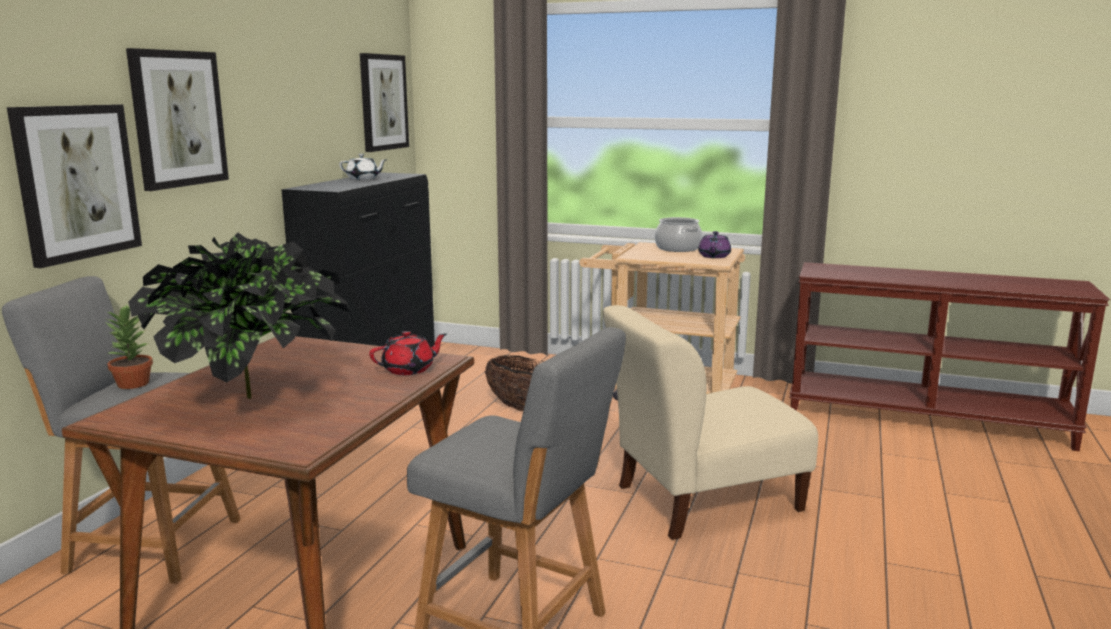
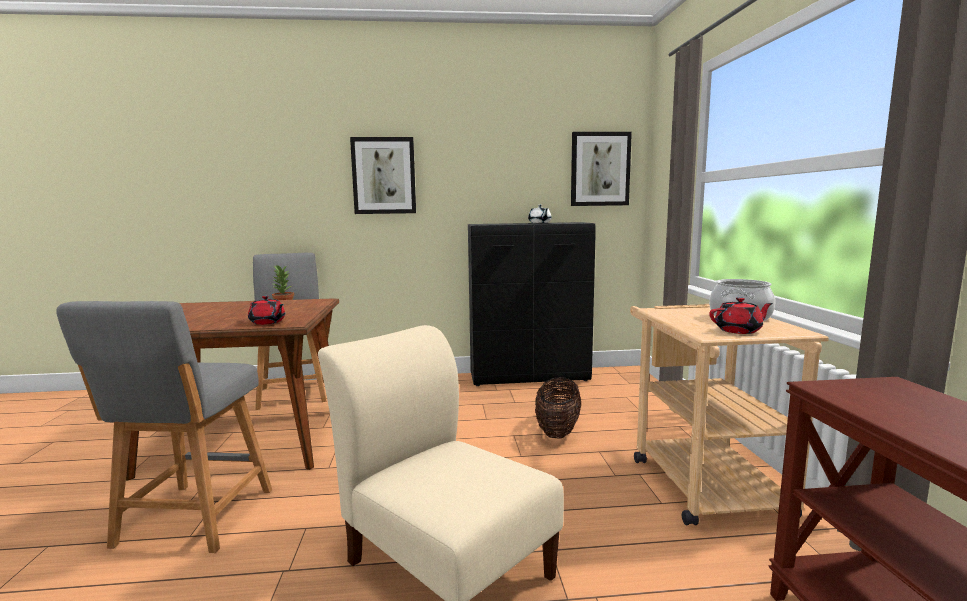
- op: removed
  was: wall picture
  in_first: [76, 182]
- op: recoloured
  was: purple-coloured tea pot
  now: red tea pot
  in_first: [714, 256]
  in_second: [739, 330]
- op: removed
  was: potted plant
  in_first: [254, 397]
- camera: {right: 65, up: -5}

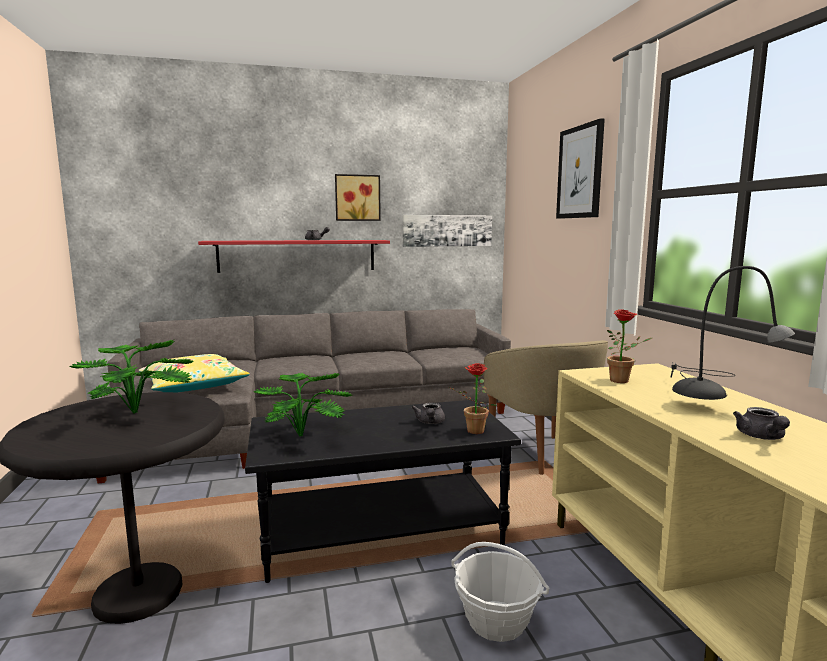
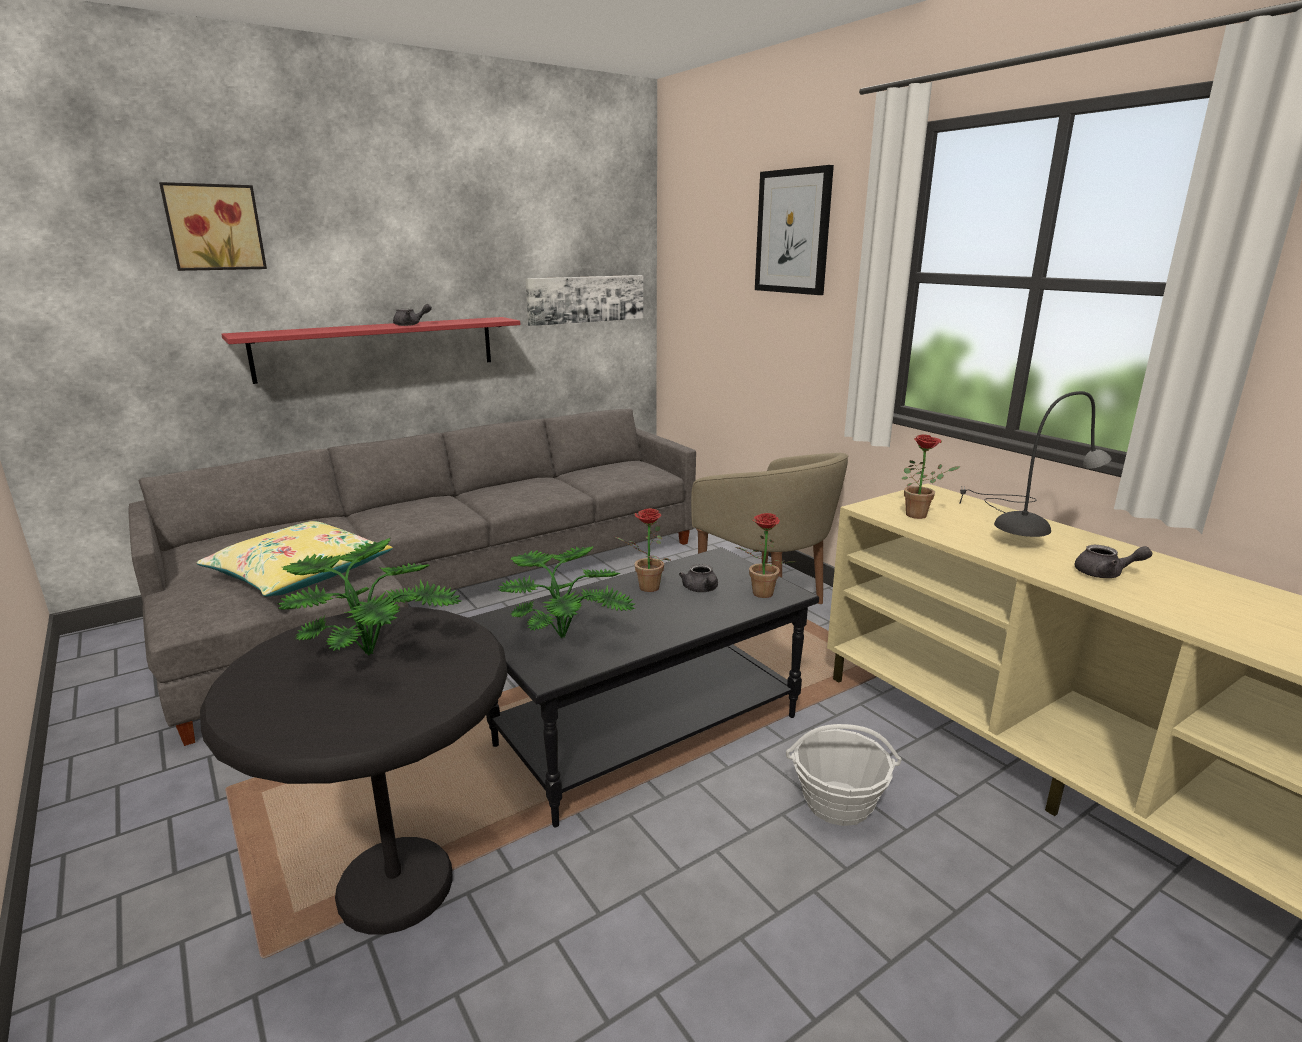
- op: moved
  was: wall picture
  in_first: [357, 198]
  in_second: [214, 227]
- op: turned
  was: greyish tea pot
  in_first: [761, 437]
  in_second: [1105, 574]
  clockwise: -60
- op: added
  now: potted plant
  in_second: [644, 588]
- camera: {right: -20, up: 10}

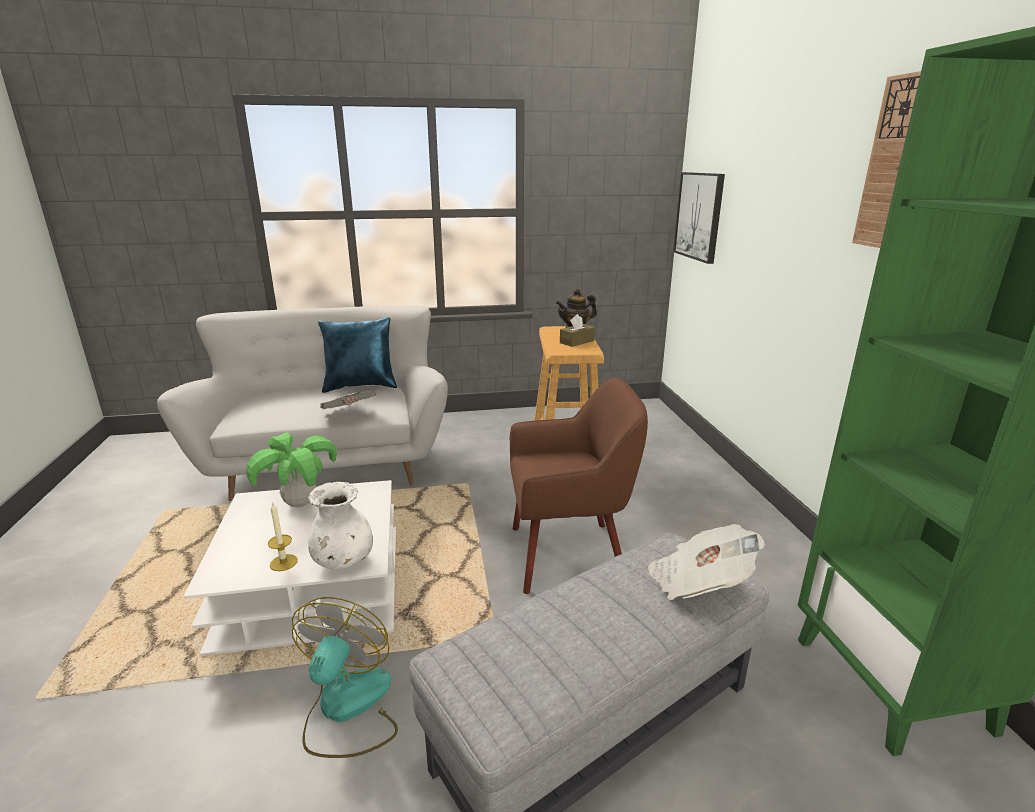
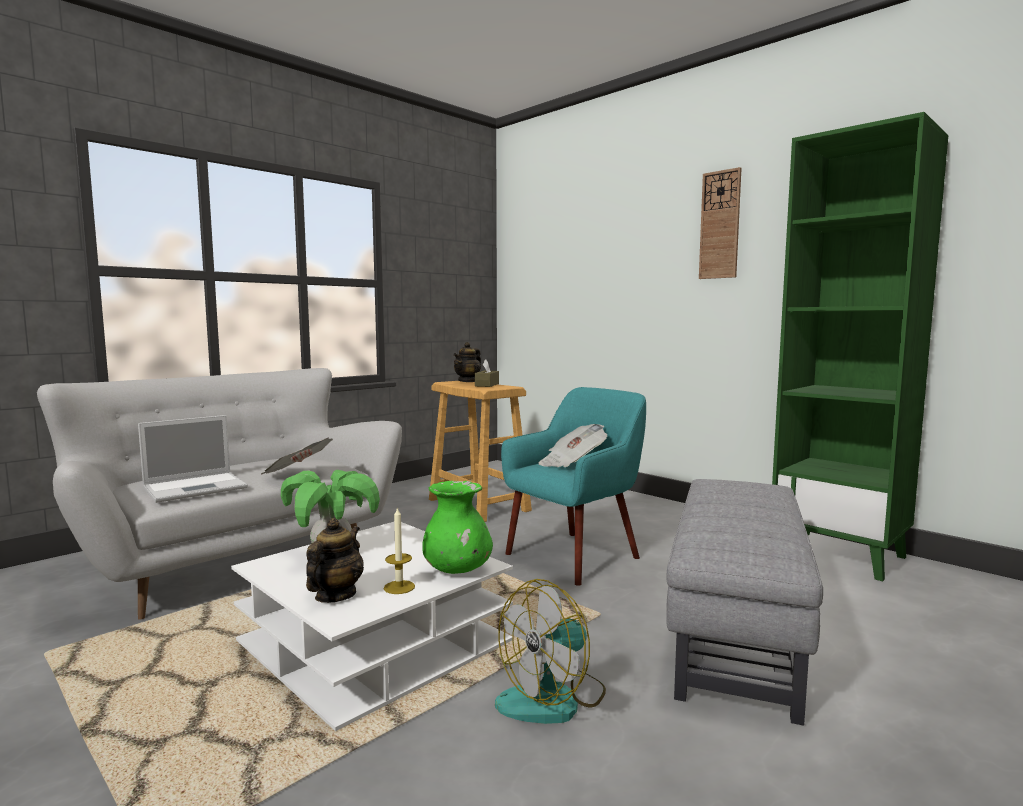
- op: removed
  was: wall picture
  in_first: [699, 216]
- op: removed
  was: bluish pillow
  in_first: [361, 386]
- op: recoloured
  was: brownish armchair
  now: turquoise armchair
  in_first: [568, 554]
  in_second: [574, 556]
- op: recoloured
  was: white-coloured vase
  now: green vase
  in_first: [343, 561]
  in_second: [458, 570]
- op: moved
  was: daily paper
  in_first: [699, 582]
  in_second: [572, 463]
- op: turned
  was: fan
  in_first: [347, 709]
  in_second: [553, 698]
  clockwise: -105
- op: added
  now: portable computer
  in_second: [197, 487]
- op: added
  now: tea pot
  in_second: [335, 595]
- camera: {right: -35, up: -15}

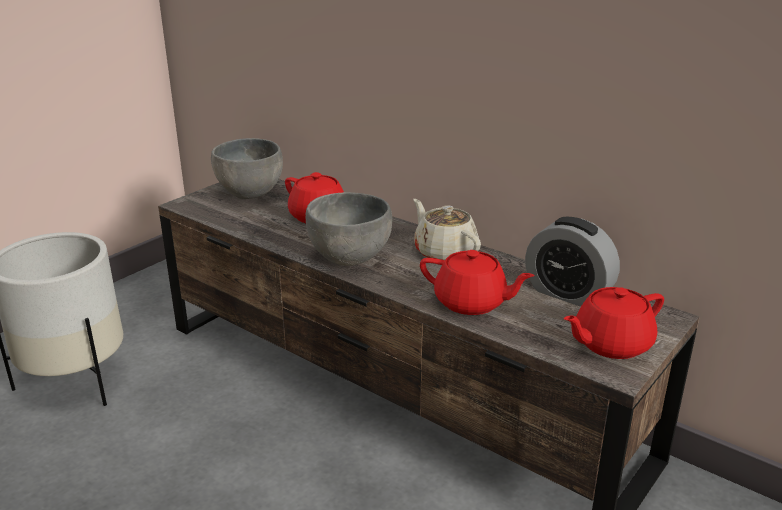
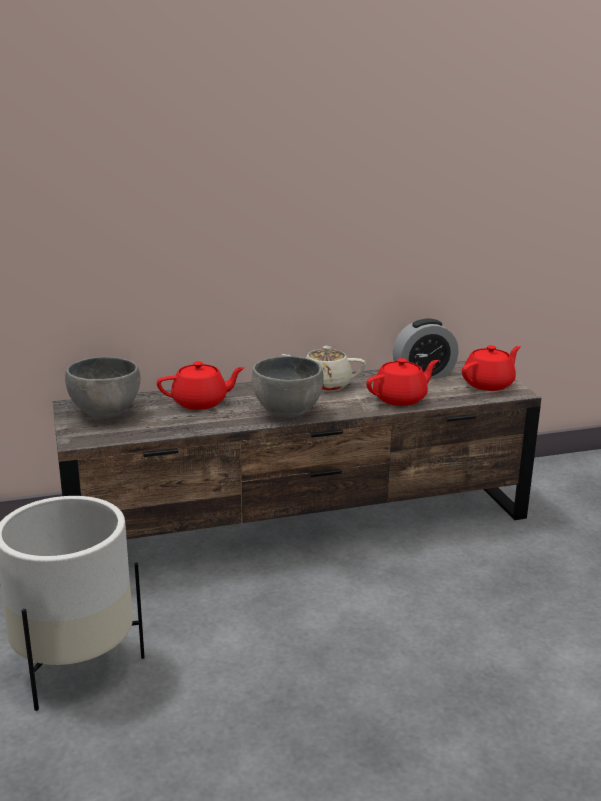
- op: turned
  was: red tea pot
  in_first: [610, 344]
  in_second: [489, 384]
  clockwise: -135
- camera: {right: -55, up: -5}

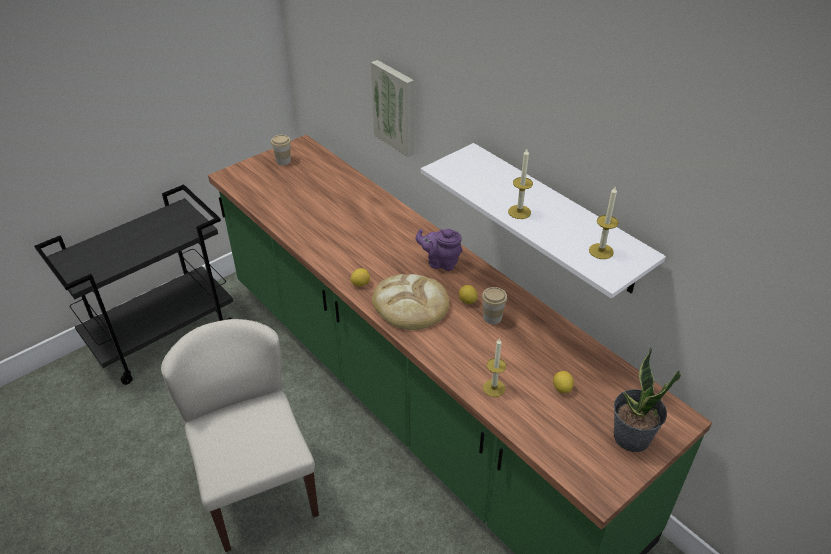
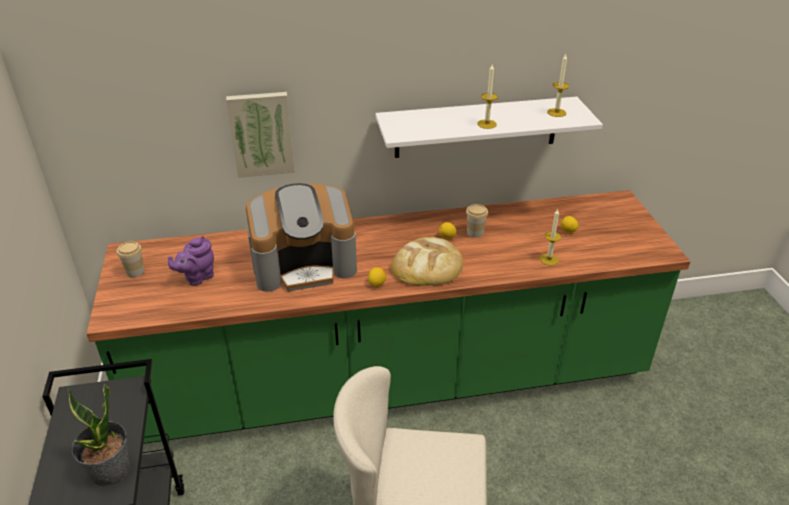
- op: moved
  was: purple-coloured tea pot
  in_first: [440, 262]
  in_second: [197, 277]
- op: moved
  was: potted plant
  in_first: [631, 437]
  in_second: [111, 471]
- op: added
  now: coffee brewer
  in_second: [304, 264]
- camera: {right: -60, up: -5}

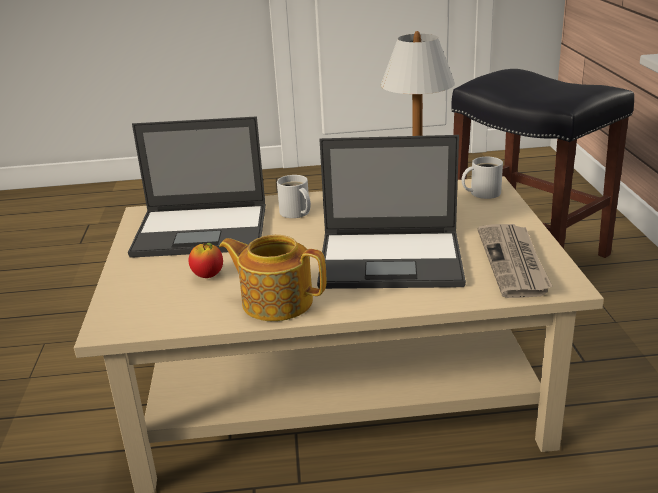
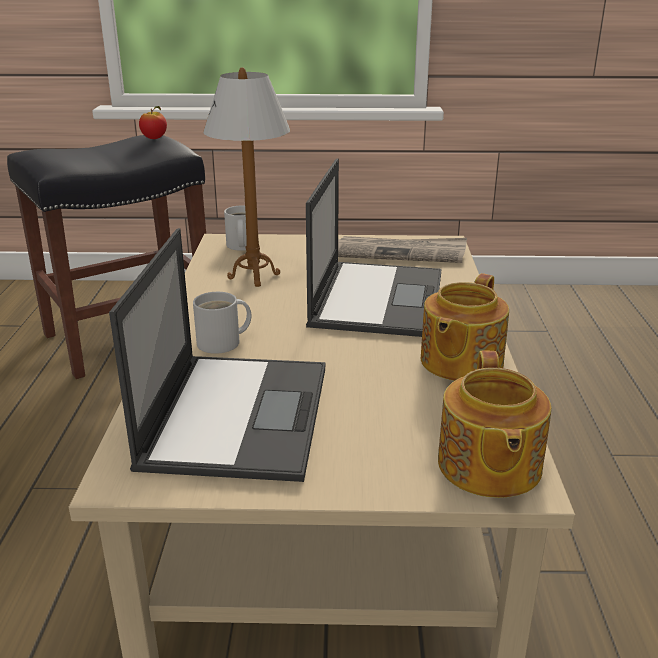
- op: moved
  was: whole apple
  in_first: [208, 276]
  in_second: [154, 139]
- op: added
  now: tea pot
  in_second: [488, 466]
- camera: {right: -85, up: 0}

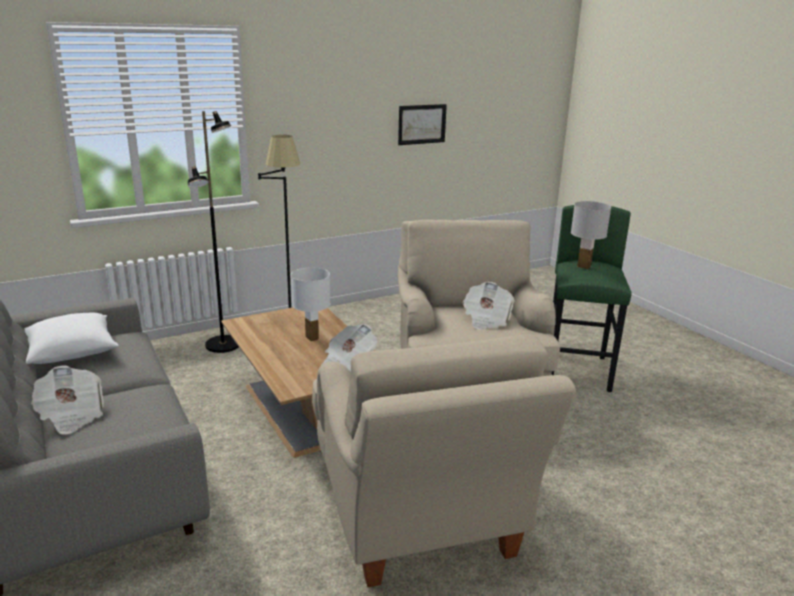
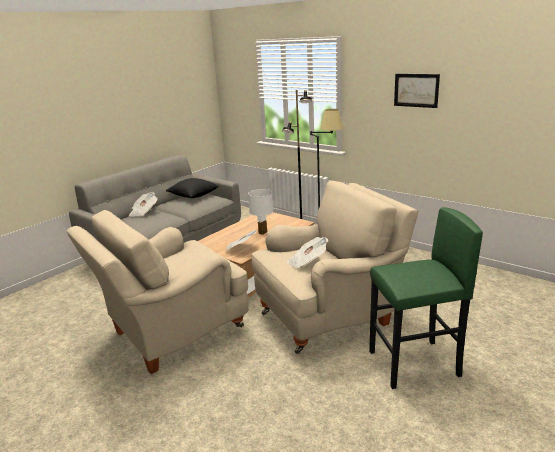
- op: moved
  was: wall picture
  in_first: [422, 124]
  in_second: [416, 90]
- op: removed
  was: white-coloured table lamp
  in_first: [584, 267]
- op: recoloured
  was: white-coloured pillow
  now: black pillow
  in_first: [73, 353]
  in_second: [193, 196]
- camera: {right: 70, up: 0}

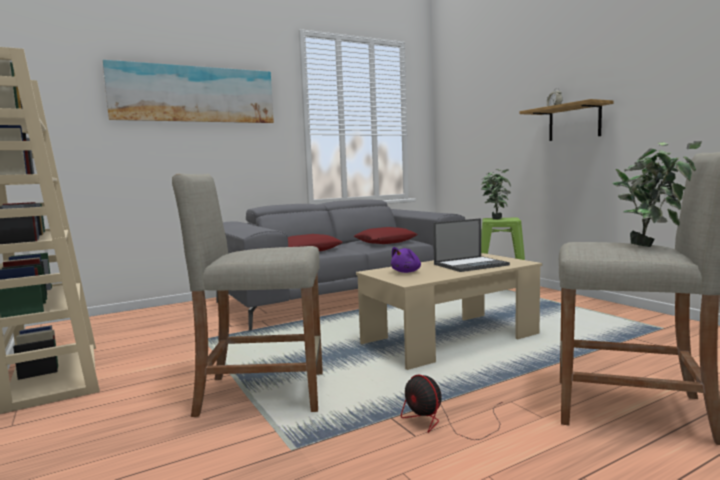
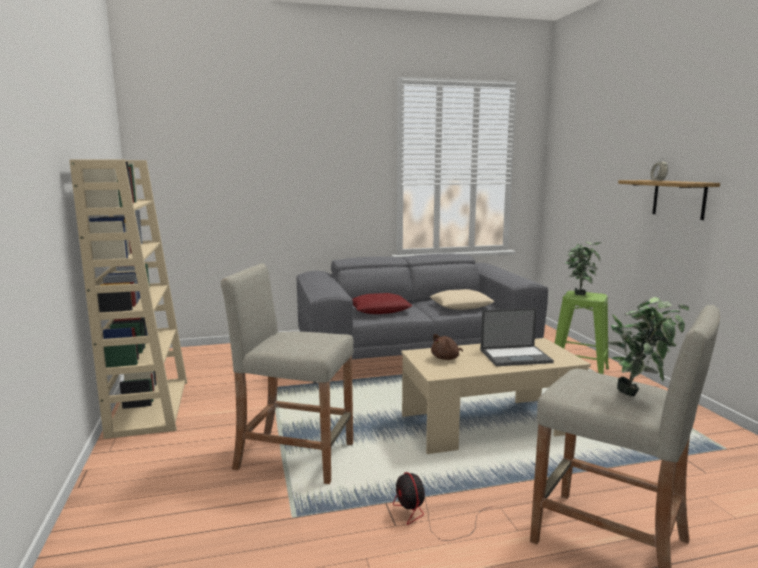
- op: removed
  was: wall picture
  in_first: [194, 94]
- op: recoloured
  was: red pillow
  now: beige pillow
  in_first: [385, 241]
  in_second: [461, 305]
- op: recoloured
  was: purple-coloured cuddly toy
  now: brownish cuddly toy
  in_first: [407, 272]
  in_second: [446, 358]
- camera: {right: 15, up: 5}

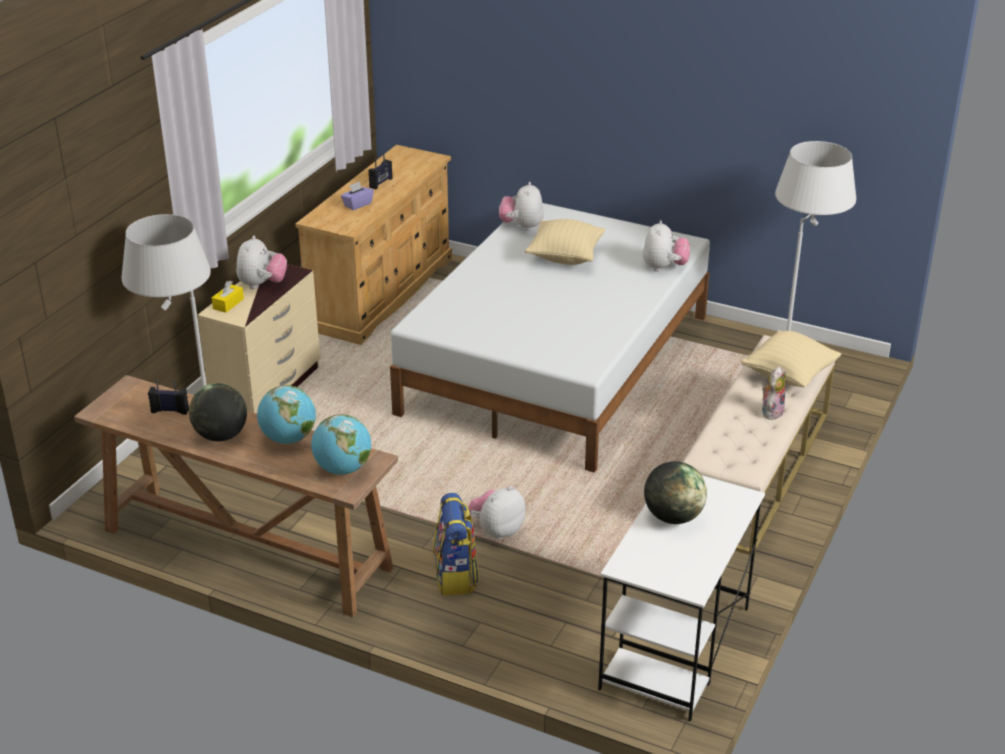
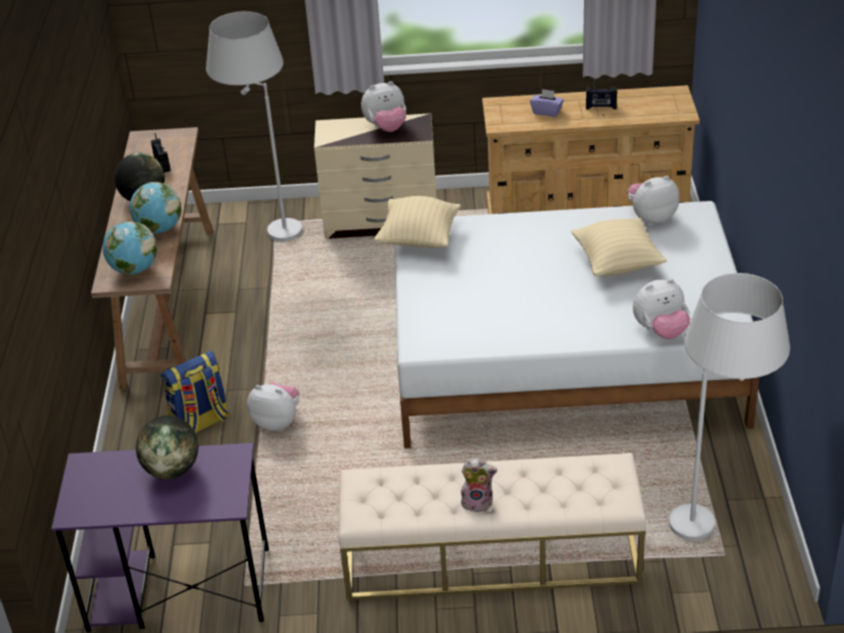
- op: removed
  was: yellow-coloured box of tissues
  in_first: [228, 304]
- op: moved
  was: beige pillow
  in_first: [788, 376]
  in_second: [419, 239]
- op: recoloured
  was: white-coloured desk unit
  now: purple-coloured desk unit
  in_first: [675, 648]
  in_second: [178, 590]
- camera: {right: 65, up: 5}

